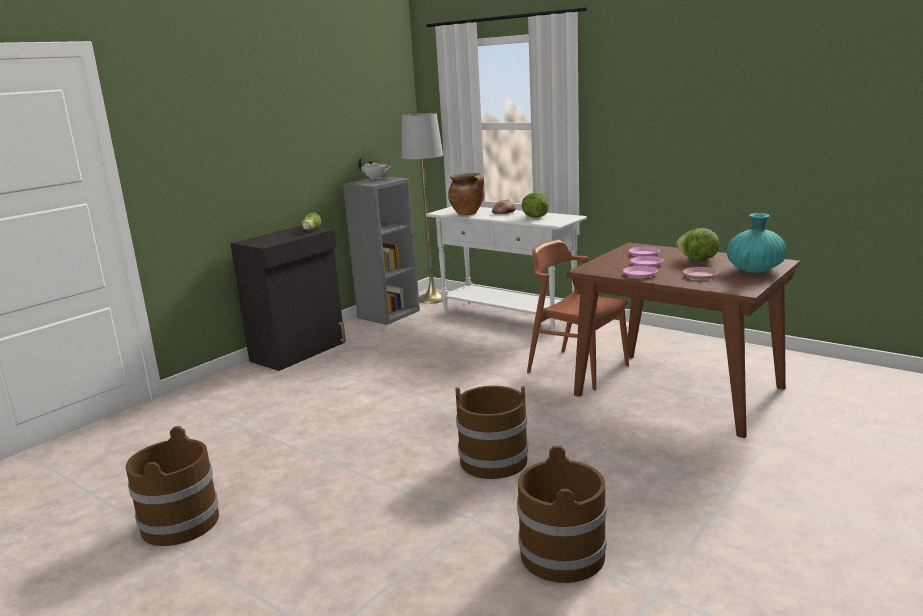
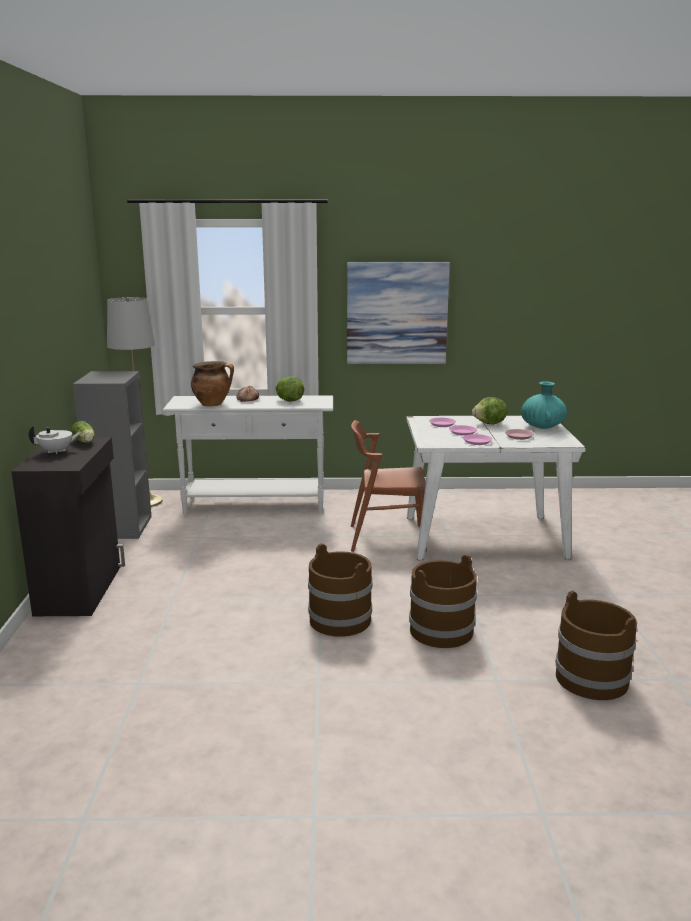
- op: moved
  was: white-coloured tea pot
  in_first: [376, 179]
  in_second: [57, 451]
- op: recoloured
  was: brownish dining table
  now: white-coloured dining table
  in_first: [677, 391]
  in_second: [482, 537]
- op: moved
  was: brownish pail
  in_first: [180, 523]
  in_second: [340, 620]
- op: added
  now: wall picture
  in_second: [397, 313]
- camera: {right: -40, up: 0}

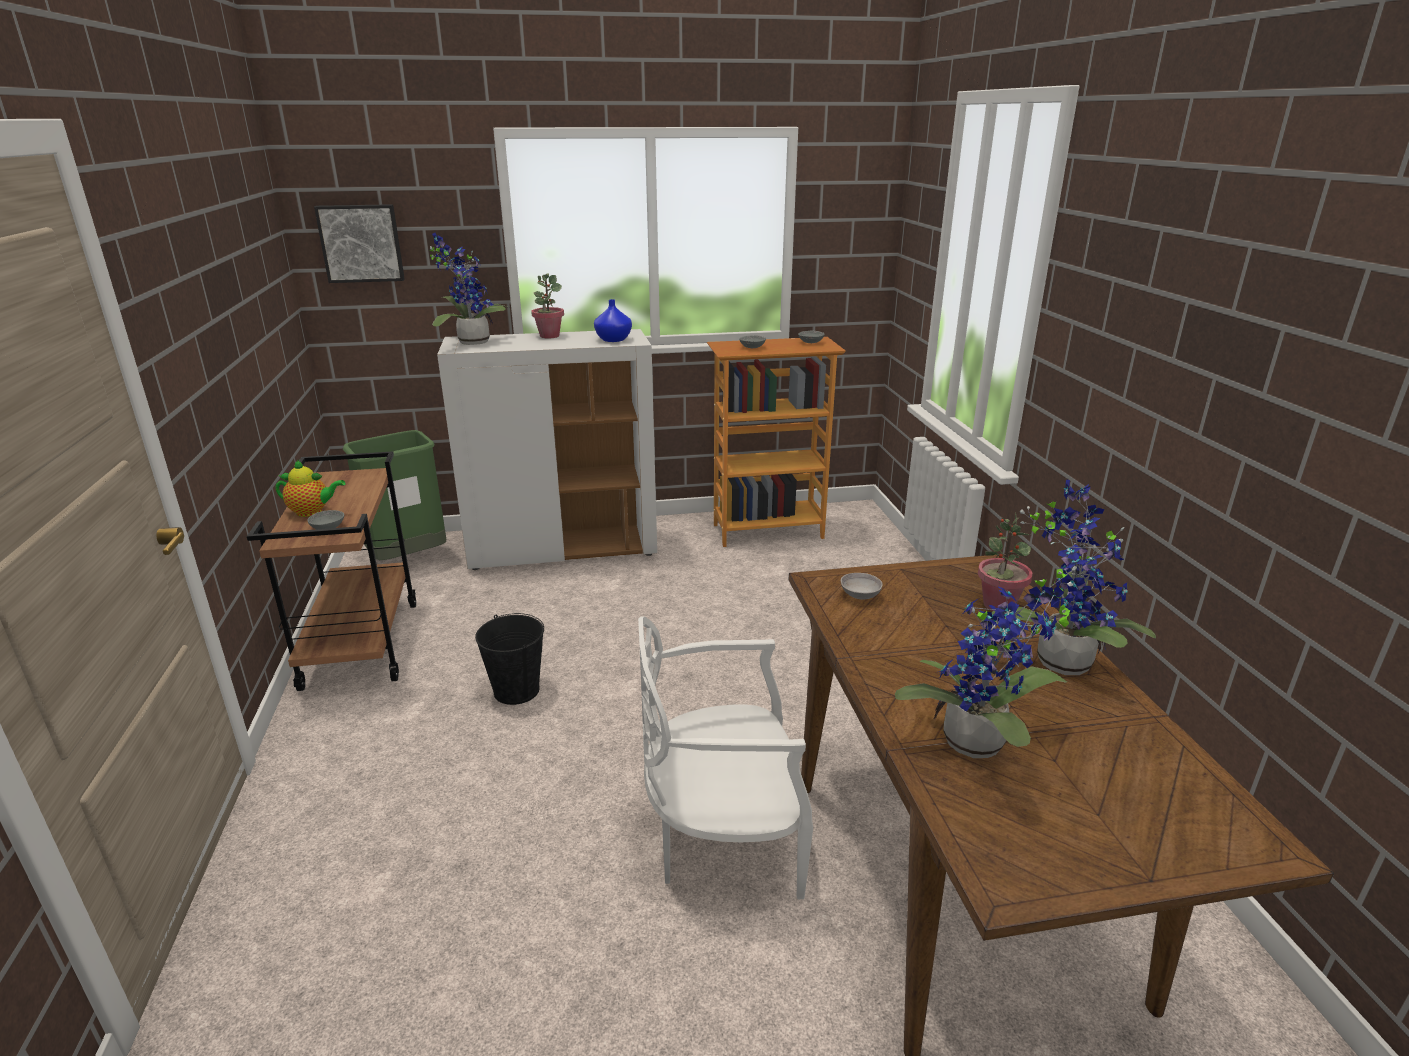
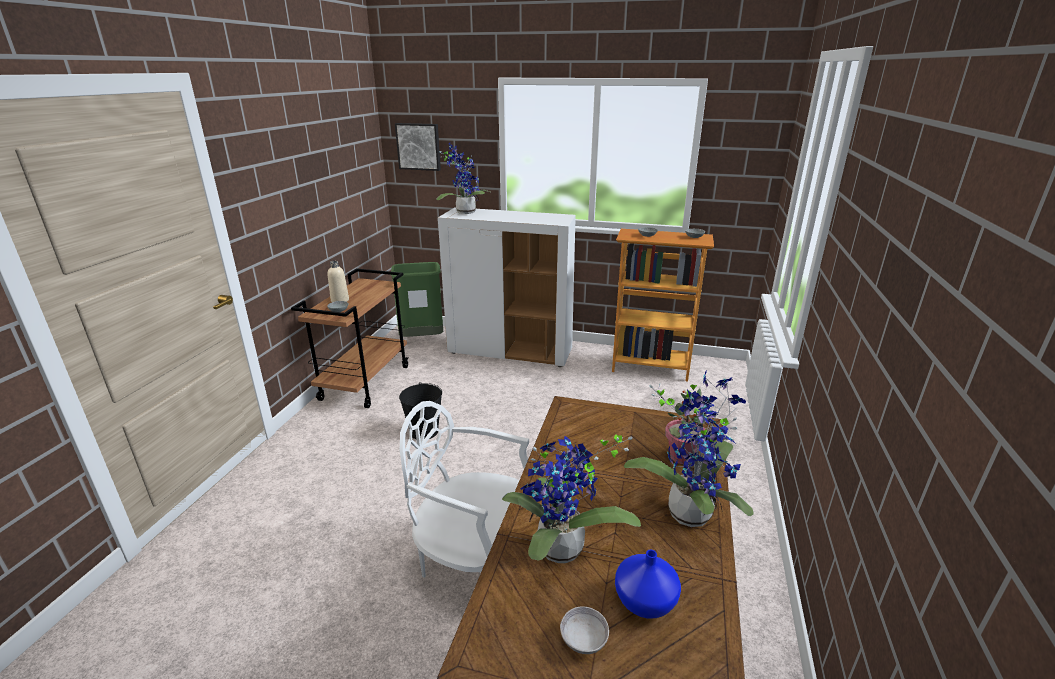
- op: removed
  was: potted plant
  in_first: [549, 336]
- op: moved
  was: bluish vase
  in_first: [613, 340]
  in_second: [645, 603]
- op: replaced
  was: tea pot
  now: beige beverage bottle
  in_first: [312, 512]
  in_second: [340, 300]
- op: moved
  was: greyish deep dish
  in_first: [860, 595]
  in_second: [583, 639]
- camera: {right: 25, up: 0}

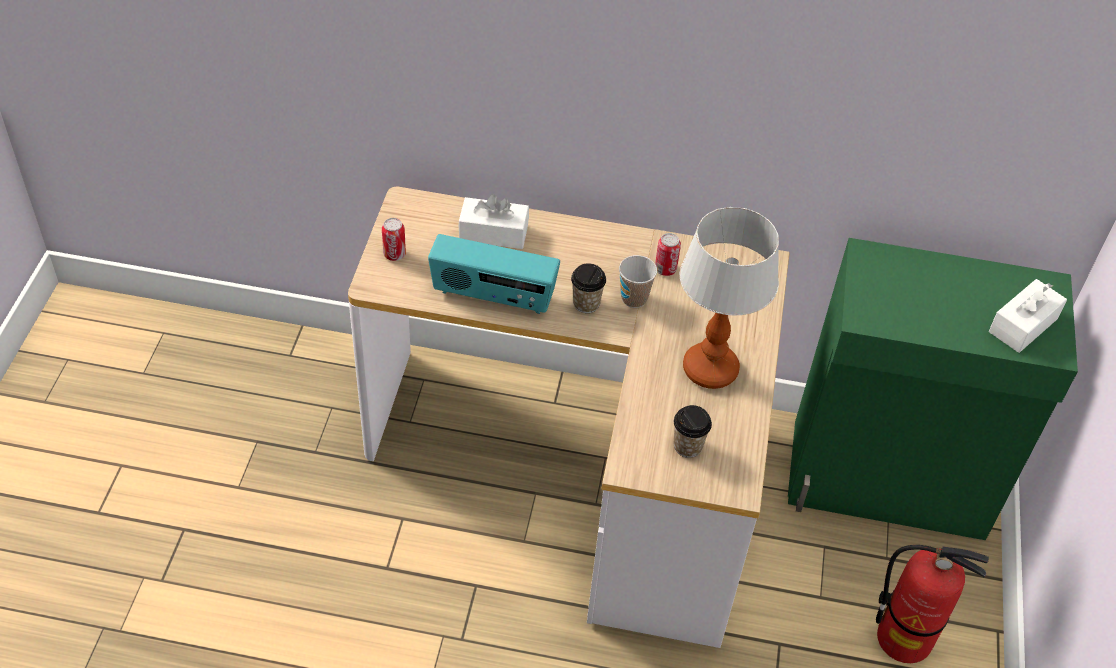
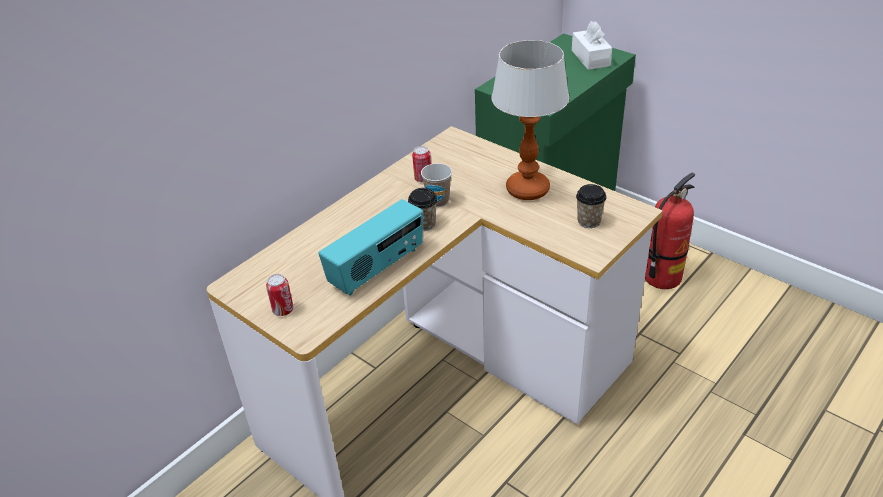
- op: removed
  was: white-coloured box of tissues
  in_first: [493, 233]
- camera: {right: -55, up: -10}

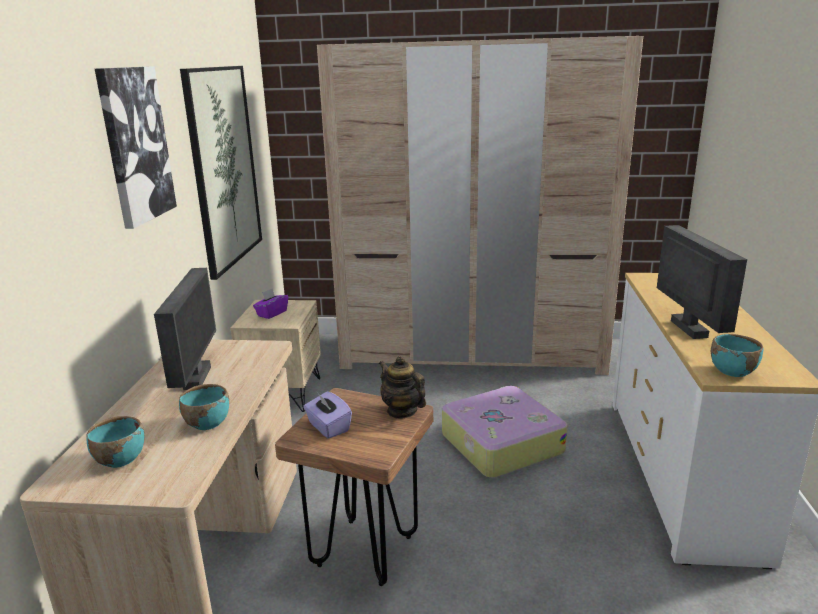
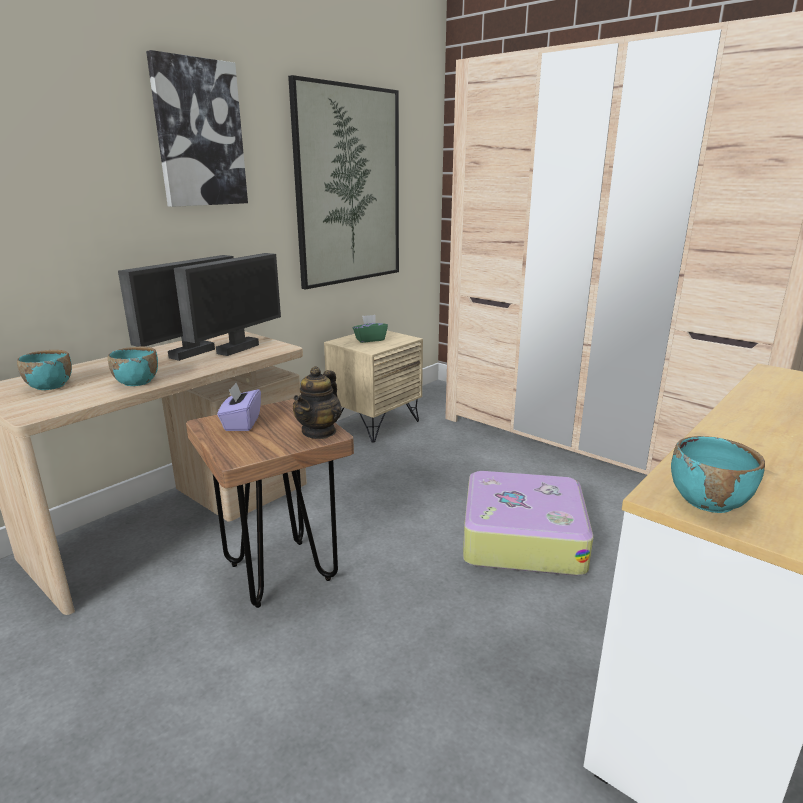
- op: moved
  was: computer screen
  in_first: [687, 329]
  in_second: [236, 349]
- op: recoloured
  was: purple-coloured box of tissues
  now: green box of tissues
  in_first: [272, 313]
  in_second: [370, 339]
- op: turned
  was: tea pot
  in_first: [402, 411]
  in_second: [319, 432]
  clockwise: -150
- camera: {right: 35, up: 0}

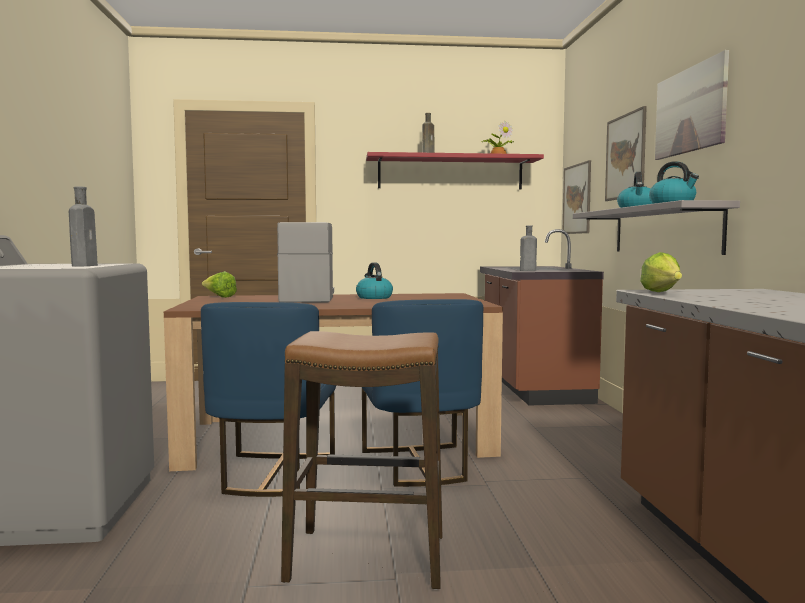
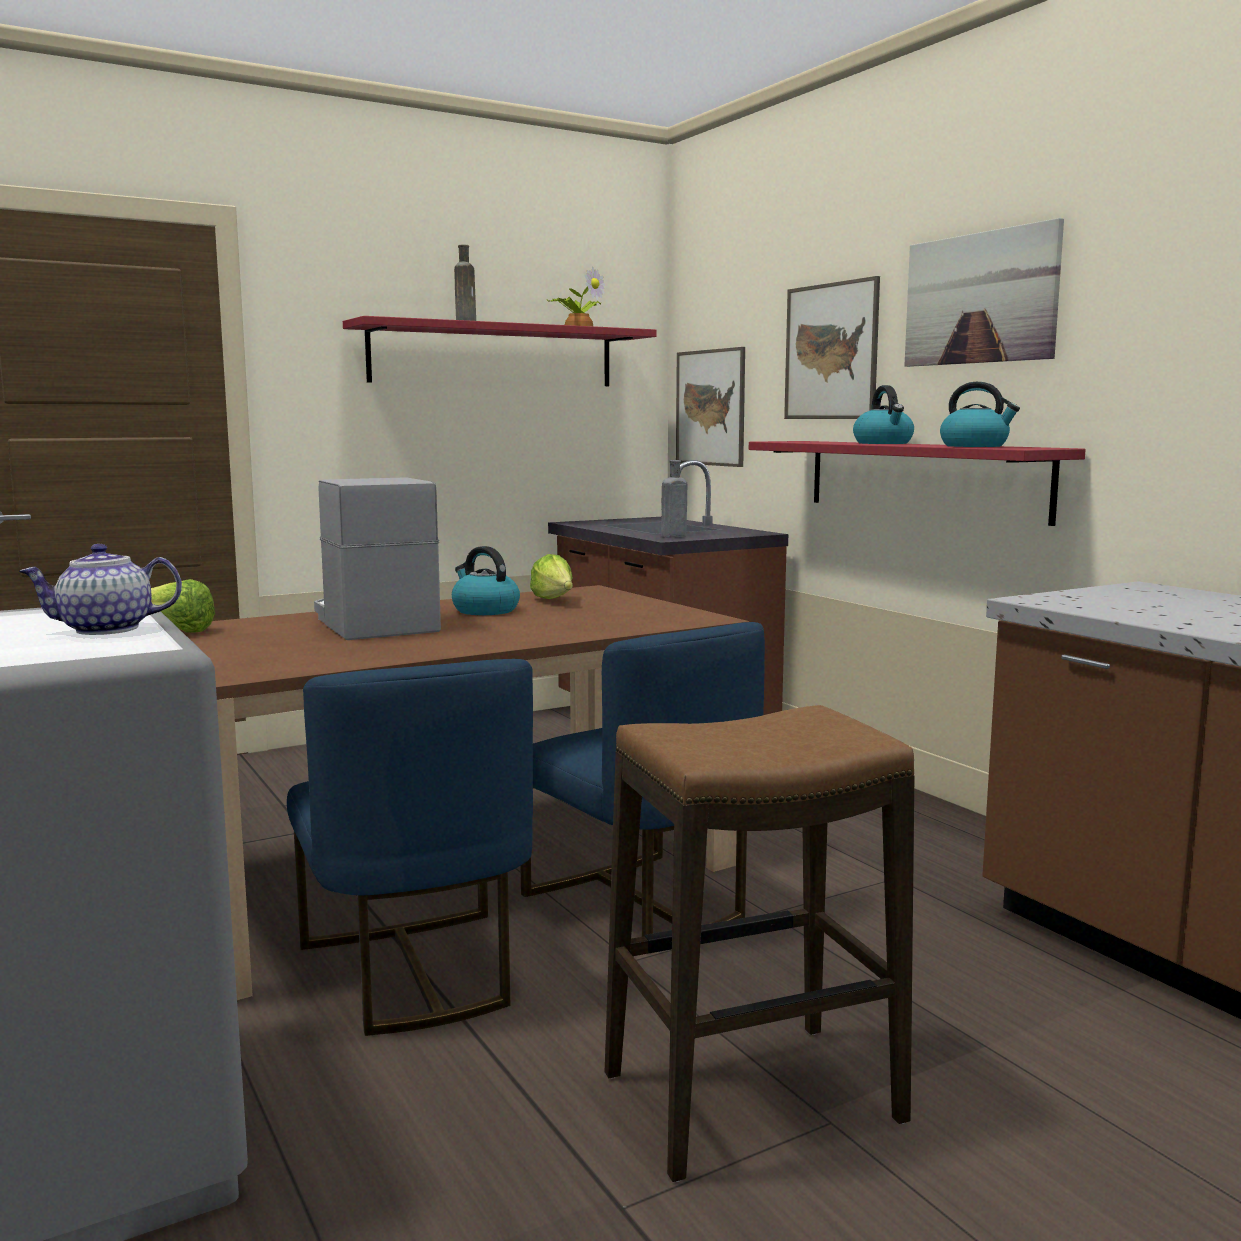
- op: replaced
  was: greyish beverage bottle
  now: tea pot
  in_first: [85, 265]
  in_second: [105, 629]
- op: recoloured
  was: greyish bracket shelf
  now: red bracket shelf
  in_first: [664, 230]
  in_second: [922, 478]
- op: moved
  was: lettuce head
  in_first: [663, 293]
  in_second: [555, 601]
- camera: {right: -25, up: 5}

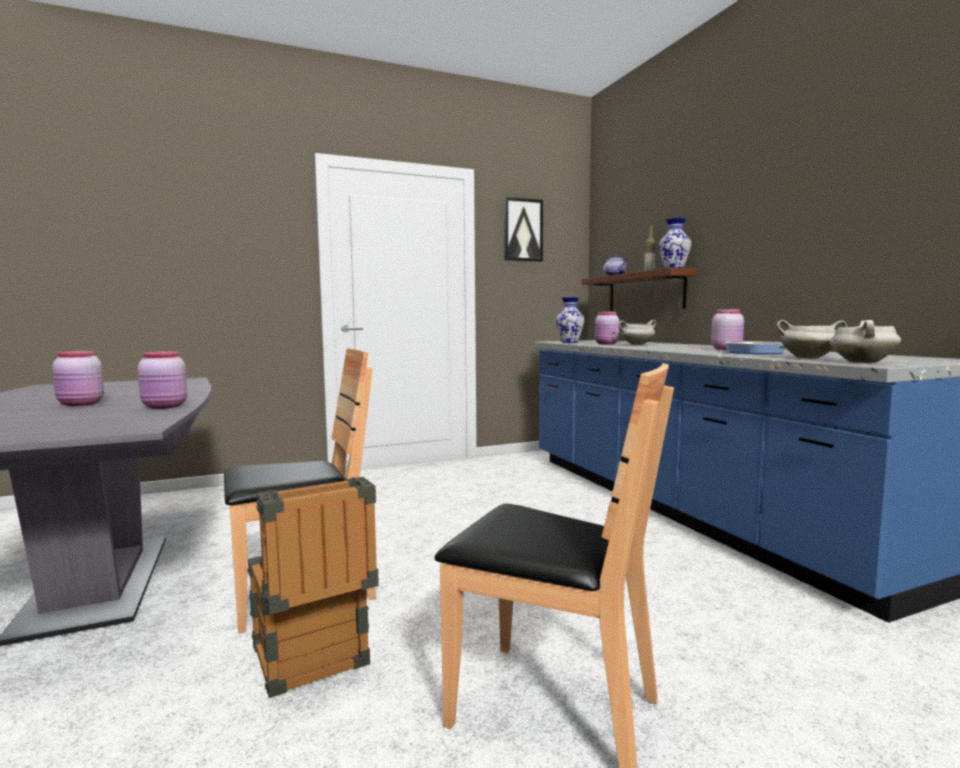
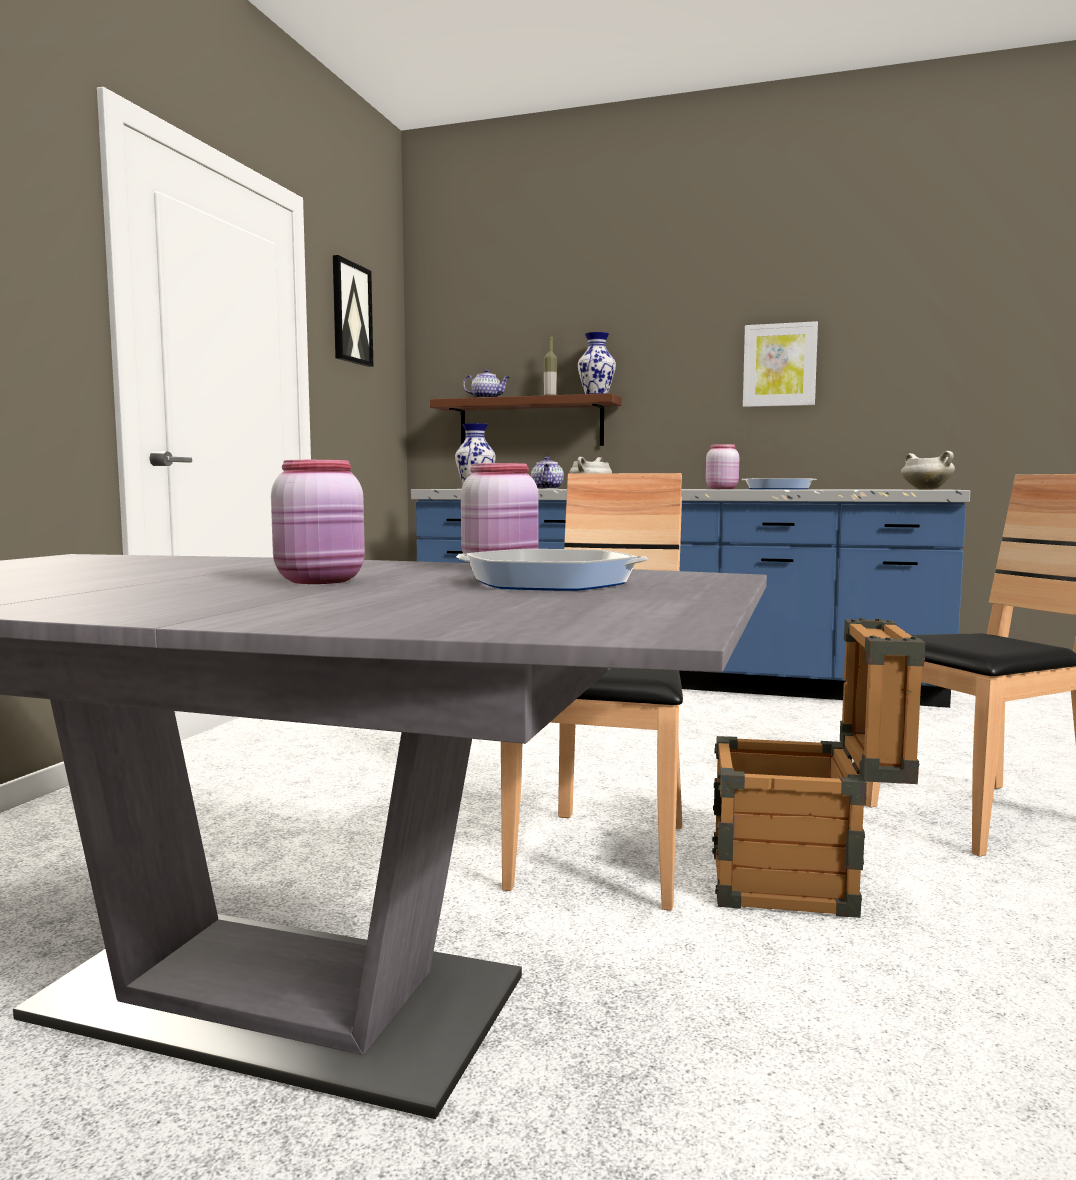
- op: replaced
  was: pink preserve jar
  now: tea pot
  in_first: [606, 344]
  in_second: [547, 488]
- op: removed
  was: white-coloured saucepot
  in_first: [809, 358]
- op: added
  now: wall picture
  in_second: [779, 365]
- op: added
  now: skillet
  in_second: [550, 582]
- camera: {right: -50, up: 0}

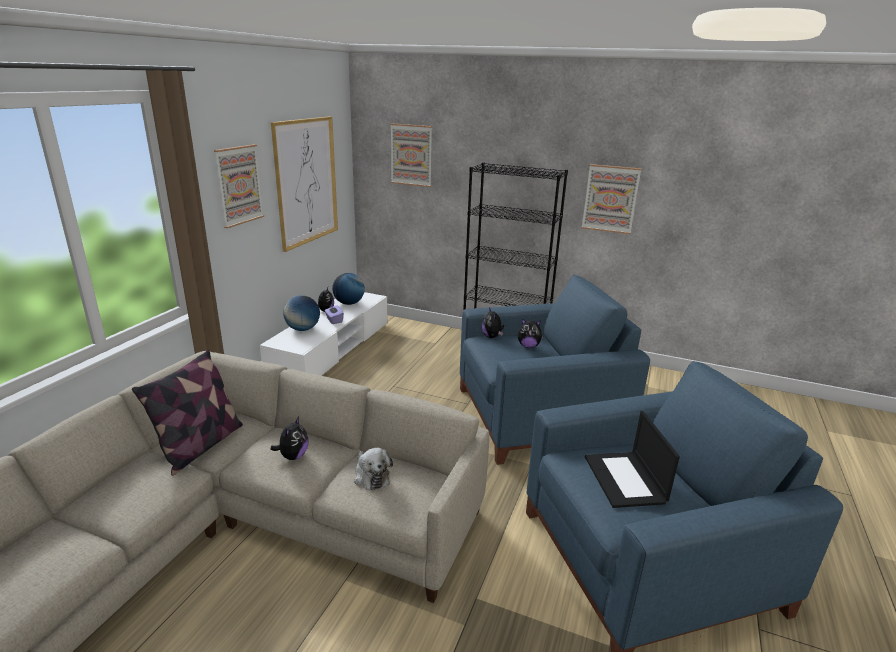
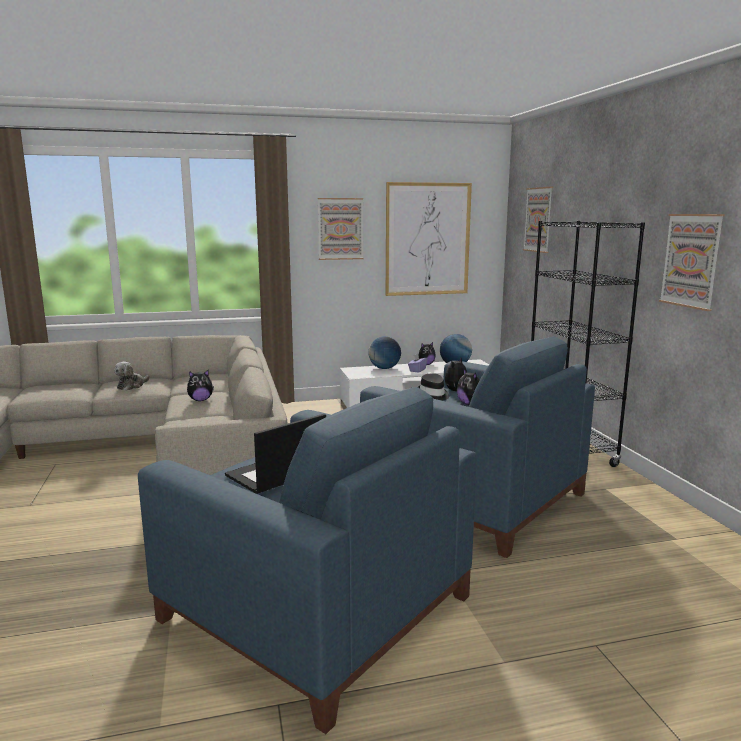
- op: removed
  was: pillow
  in_first: [200, 446]
- op: moved
  was: cuddly toy
  in_first: [371, 476]
  in_second: [132, 386]
- op: added
  now: black wearable hat
  in_second: [432, 395]
- camera: {right: 55, up: -10}

